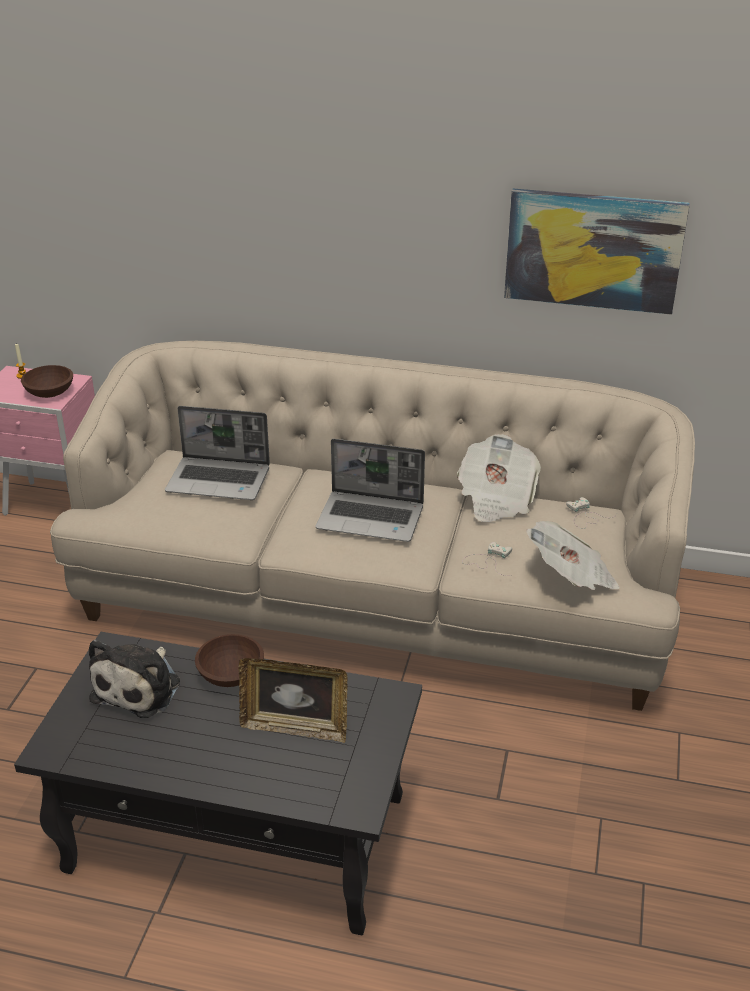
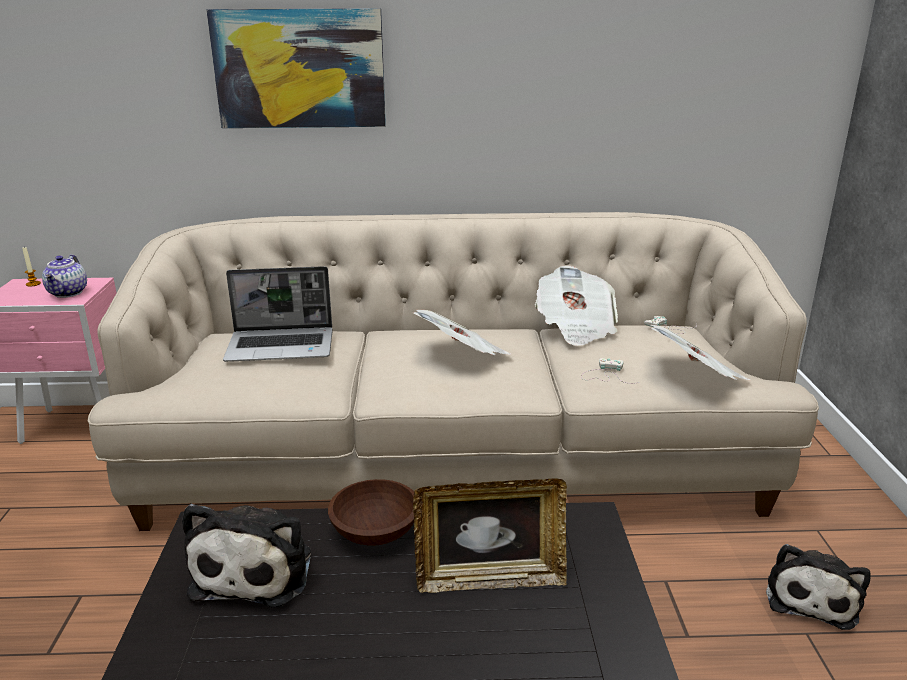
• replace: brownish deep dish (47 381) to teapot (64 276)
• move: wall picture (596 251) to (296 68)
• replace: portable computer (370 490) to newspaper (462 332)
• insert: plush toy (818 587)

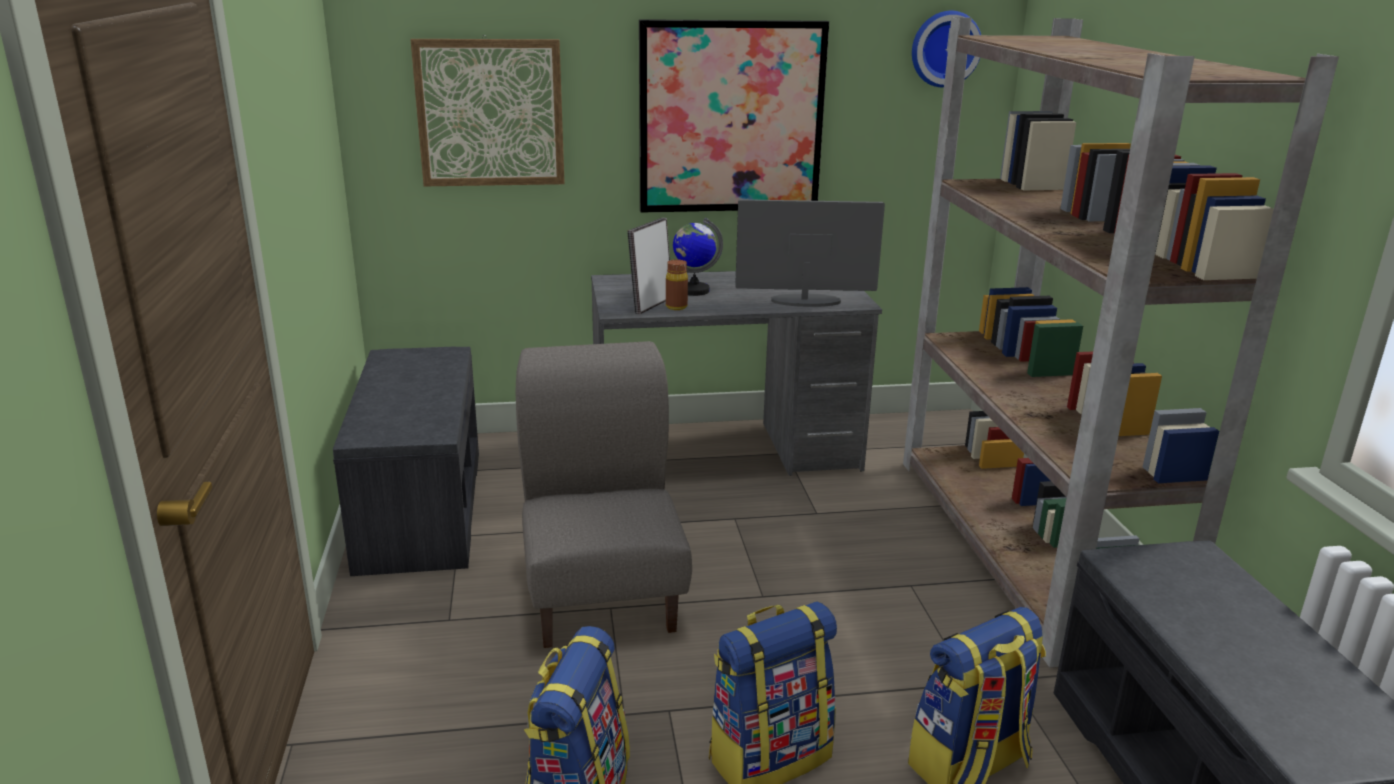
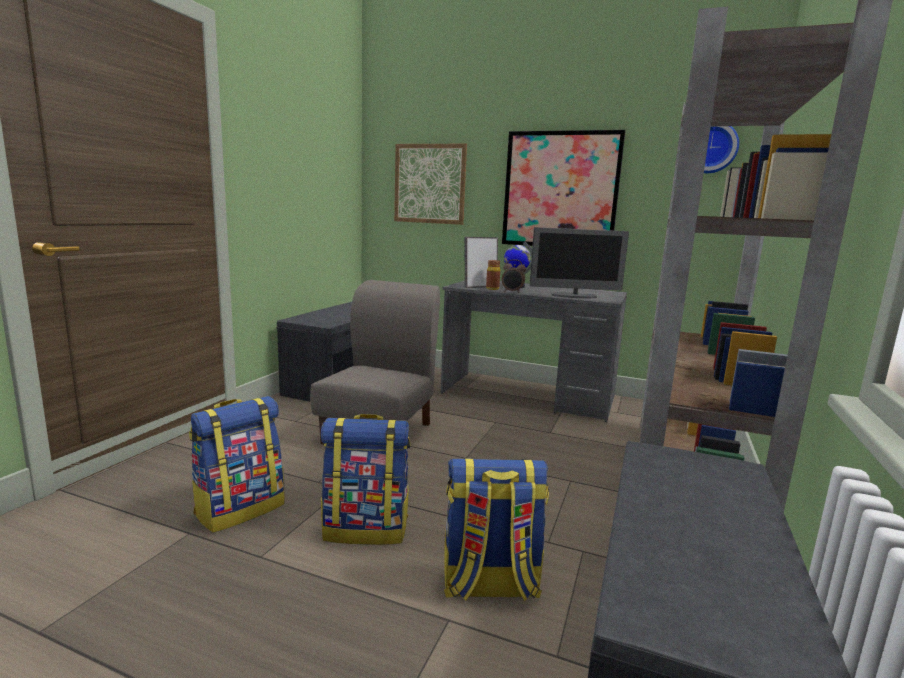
• insert: bedside clock (514 276)
• rotate: monitor (810 253) = (579 262) 150 degrees clockwise

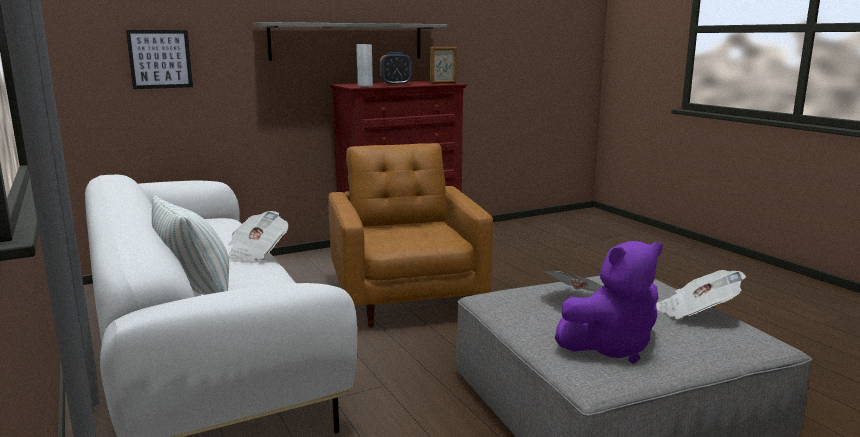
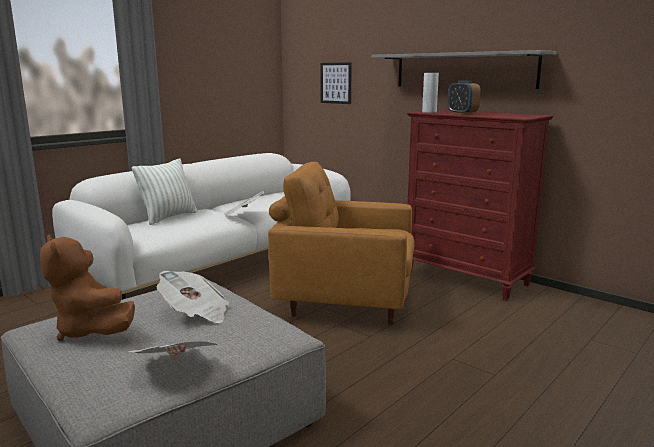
• recolor: purplish plush toy (609 302) to brownish plush toy (87 288)
• rotate: brownish armchair (411 235) = (341 243) 135 degrees counterclockwise
• delete: standing frame (443 65)

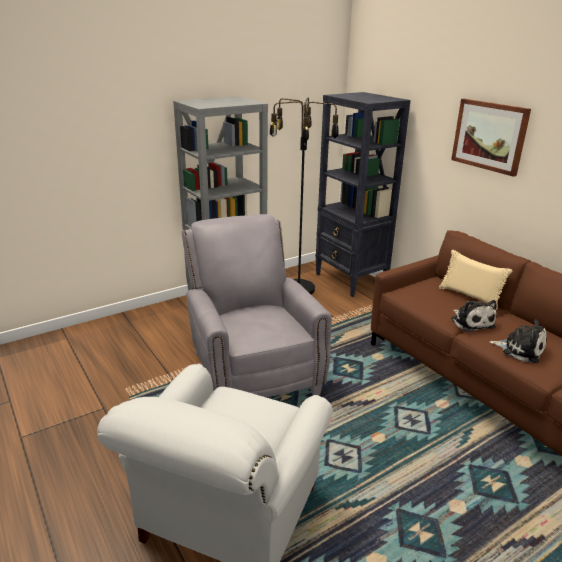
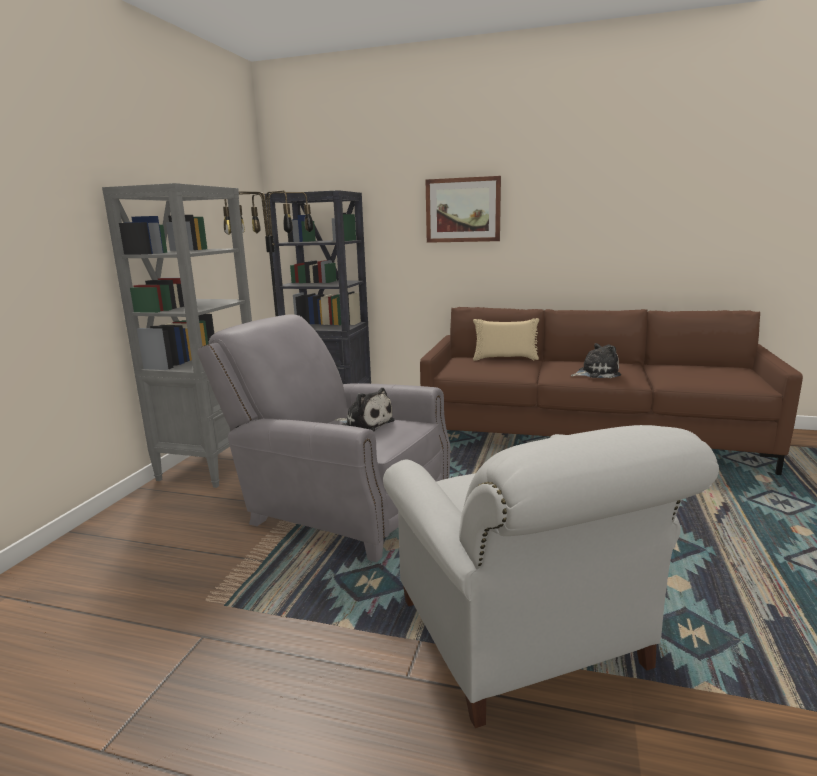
• move: plush toy (474 316) to (365 409)

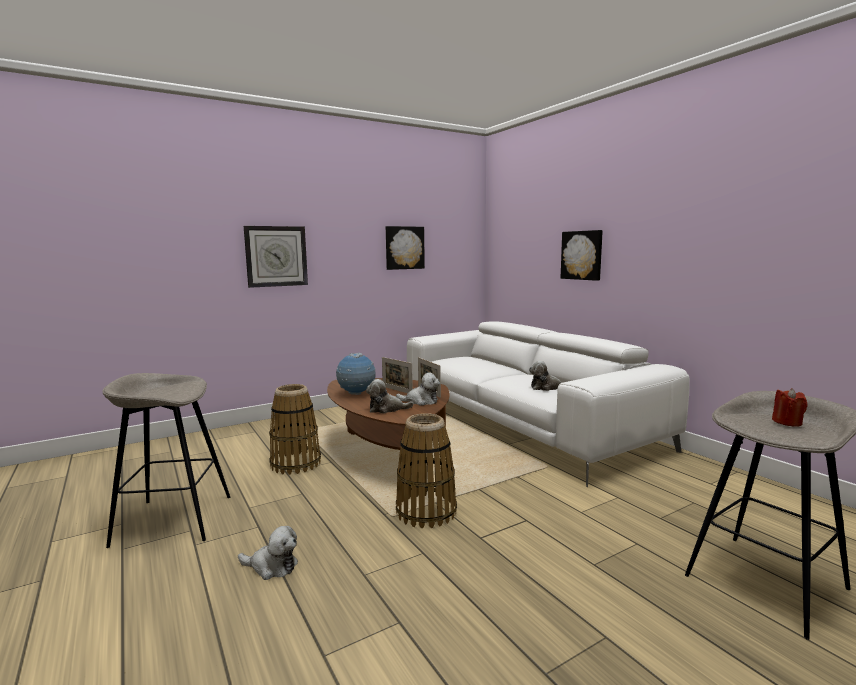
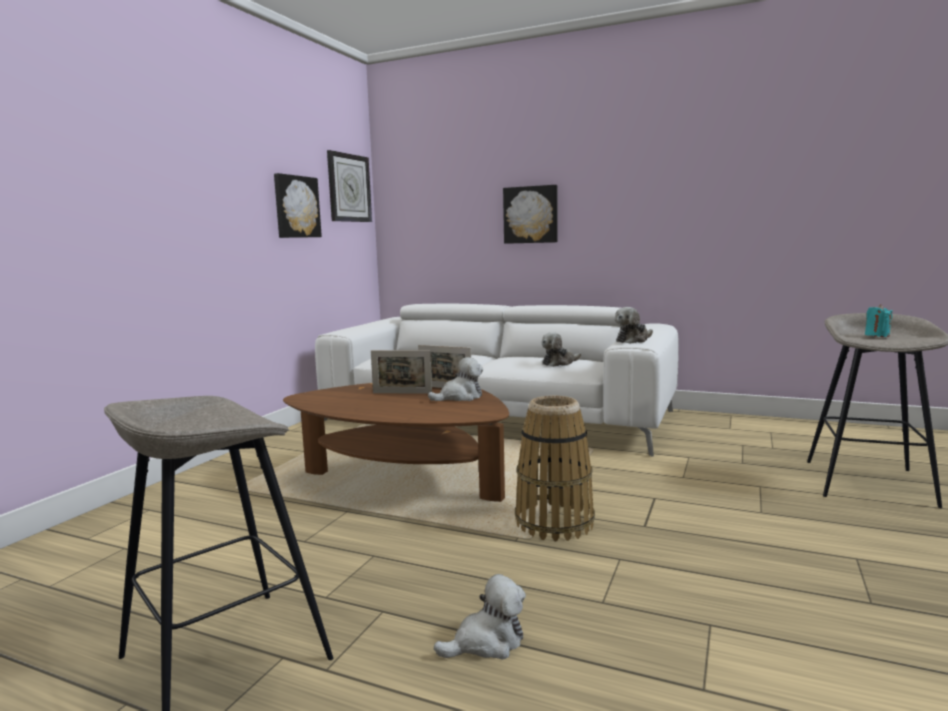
• move: clock on the wall (276 257) to (349 186)
• move: plush toy (390 396) to (634 325)
• recolor: red wax candle (789 407) to turquoise-coloured wax candle (879 320)
• delete: basket (295 429)
• delete: desk globe (356 374)

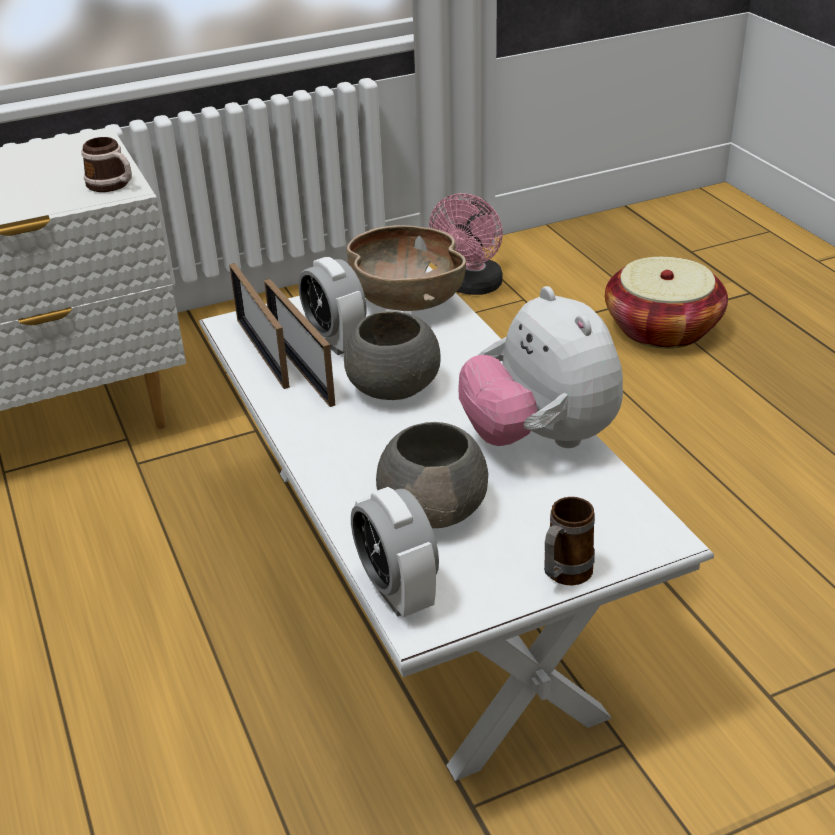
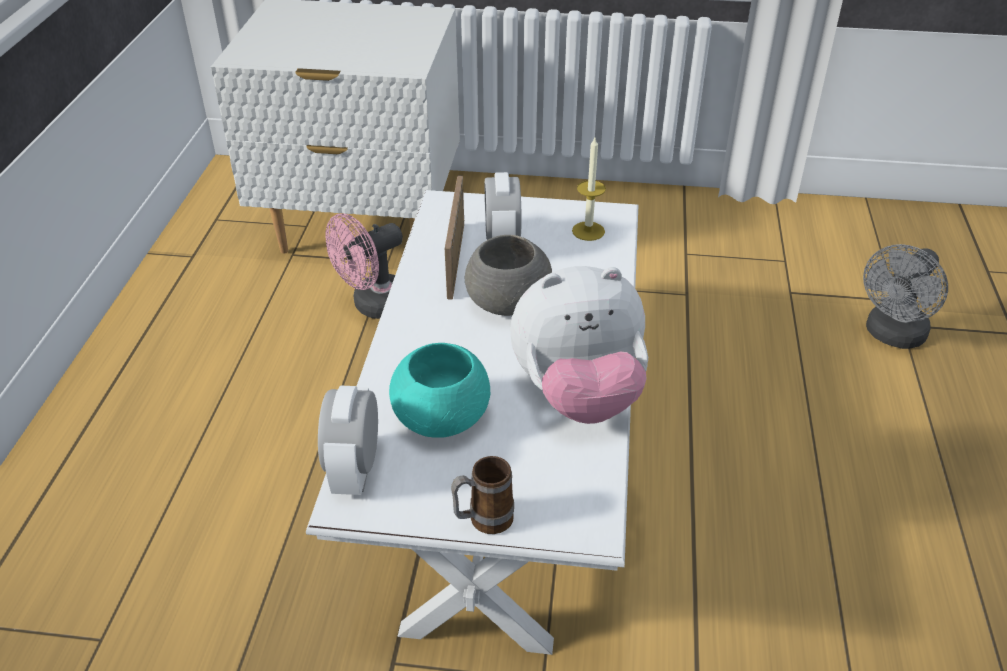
• move: pinkish electric fan (466 244) to (364 266)
• recolor: greyish deep dish (432 475) to turquoise-coloured deep dish (439 390)
• rotate: plush toy (541 367) = (579 345) 105 degrees counterclockwise
• replace: brownish deep dish (406 268) to wax candle (589 189)
• replace: basket (666 303) to greyish electric fan (905 296)
• delete: tea mug (107 164)
• delete: standing frame (259 326)

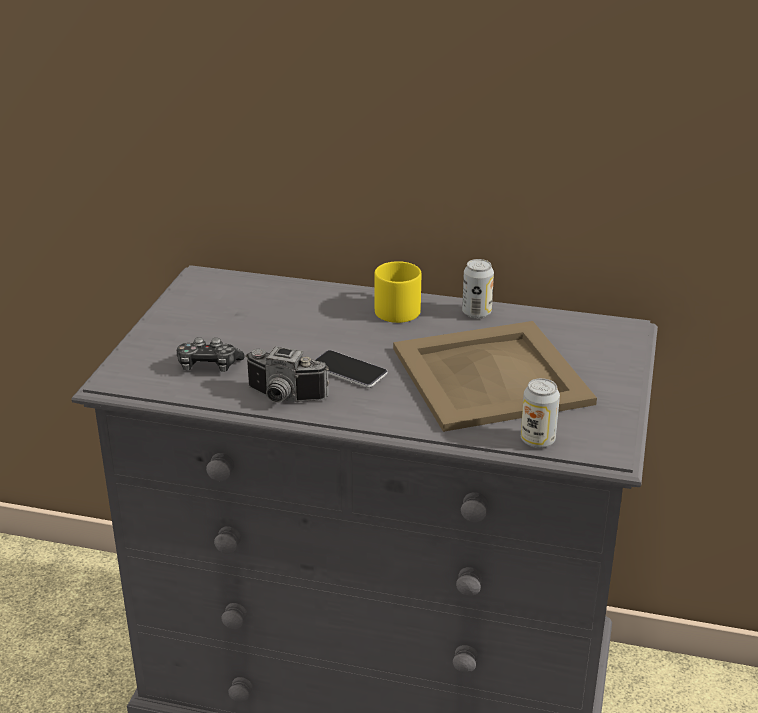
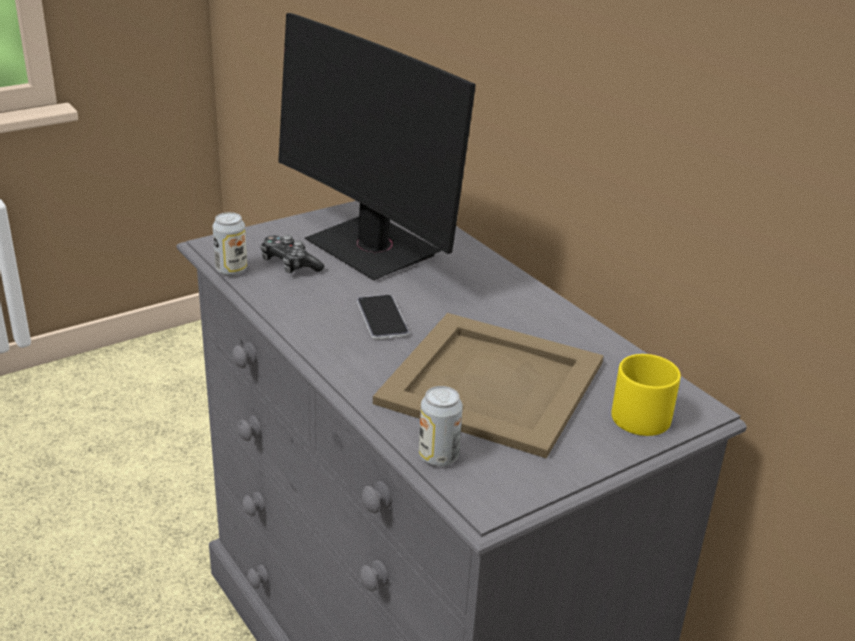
• move: can (478 288) to (230 244)
• insert: monitor (377 146)
• move: yellow tea mug (397 292) to (646 395)
• delete: photo camera (287 374)

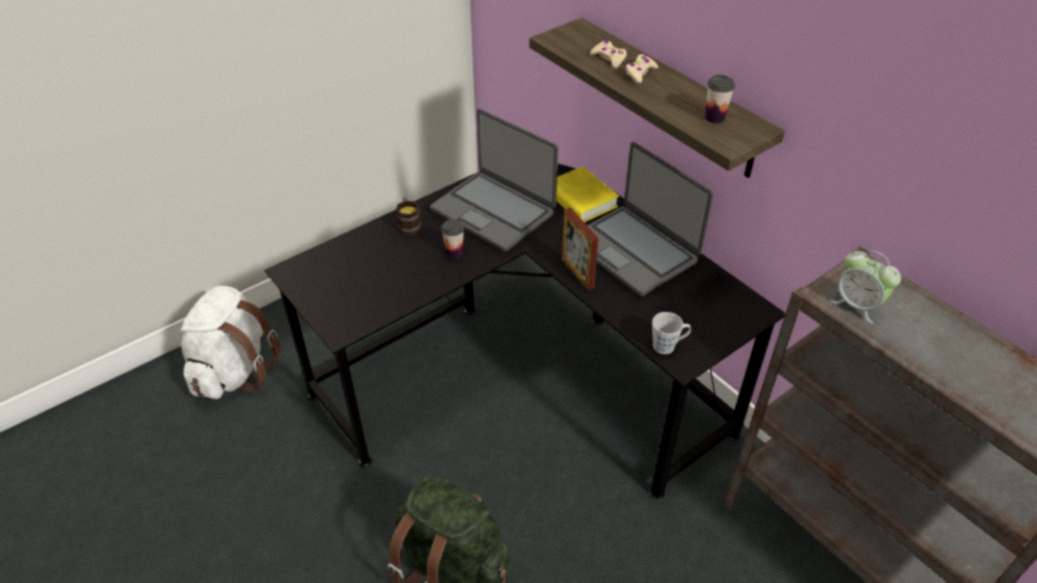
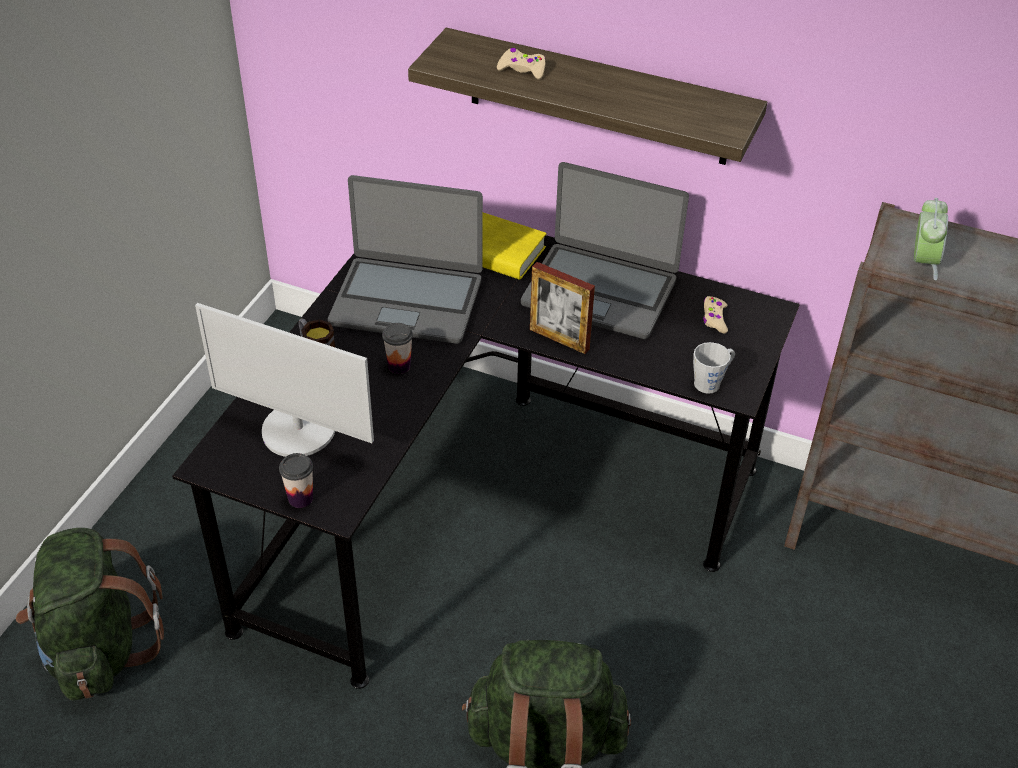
• recolor: whitish knapsack (231 342) to green knapsack (90 614)
• insert: monitor (284 380)
• move: drinking cup (720 99) to (296 480)
• move: sand-coloured game controller (641 68) to (715 314)
• rotate: bedside clock (866 287) = (931 239) 90 degrees counterclockwise

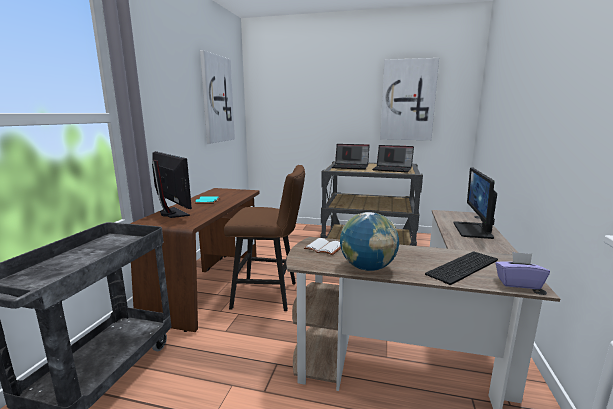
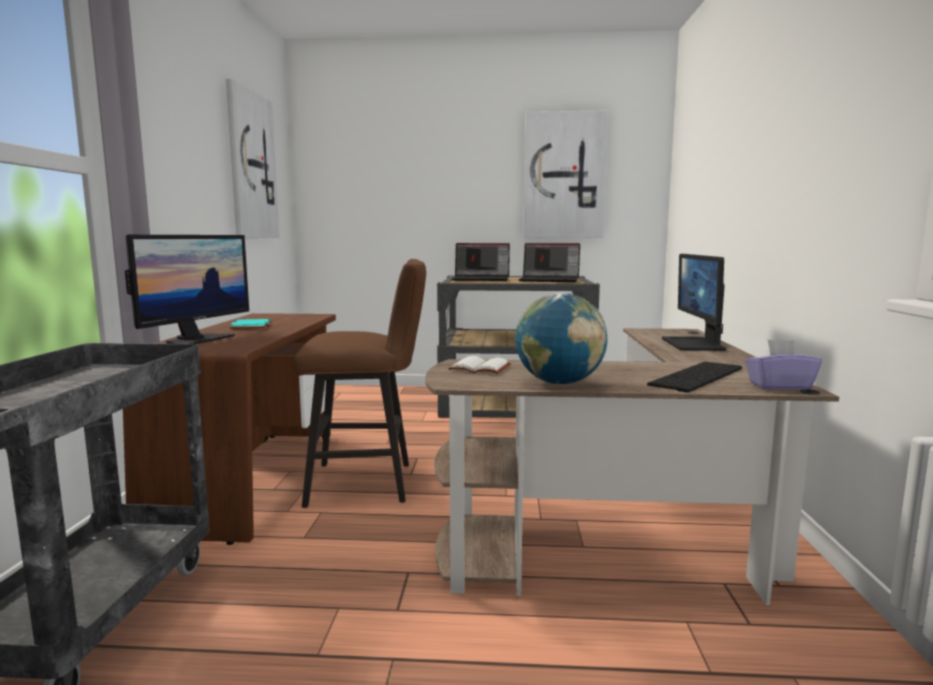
• rotate: monitor (172 184) = (187 289) 75 degrees clockwise

